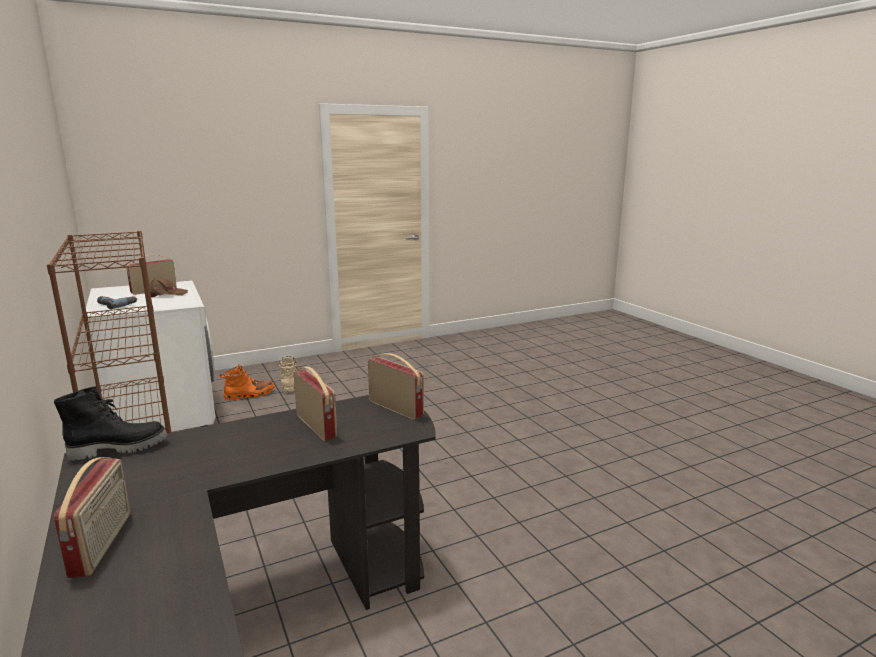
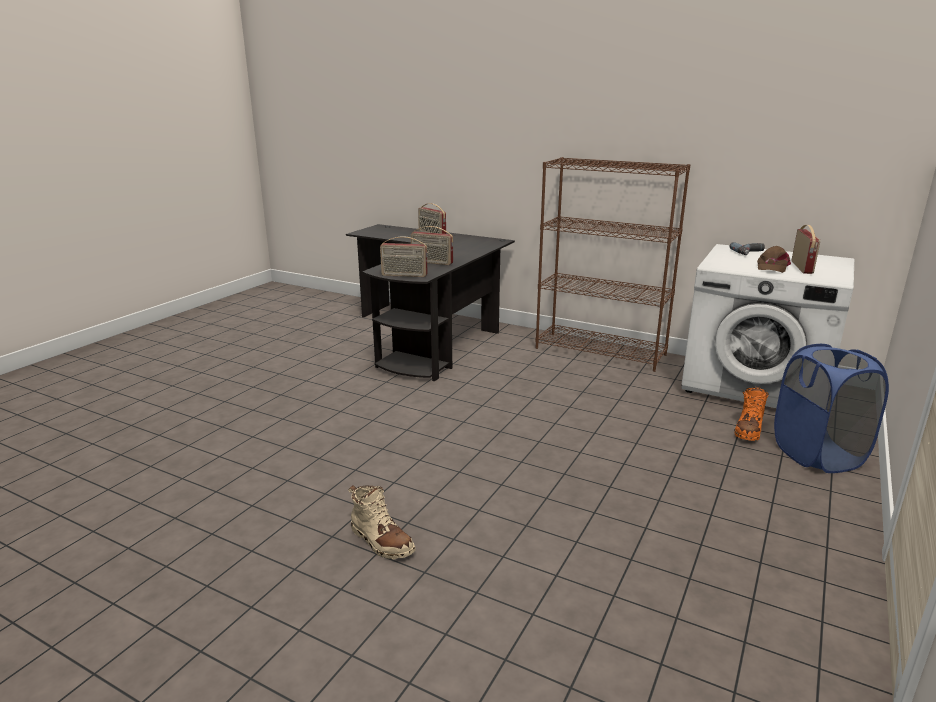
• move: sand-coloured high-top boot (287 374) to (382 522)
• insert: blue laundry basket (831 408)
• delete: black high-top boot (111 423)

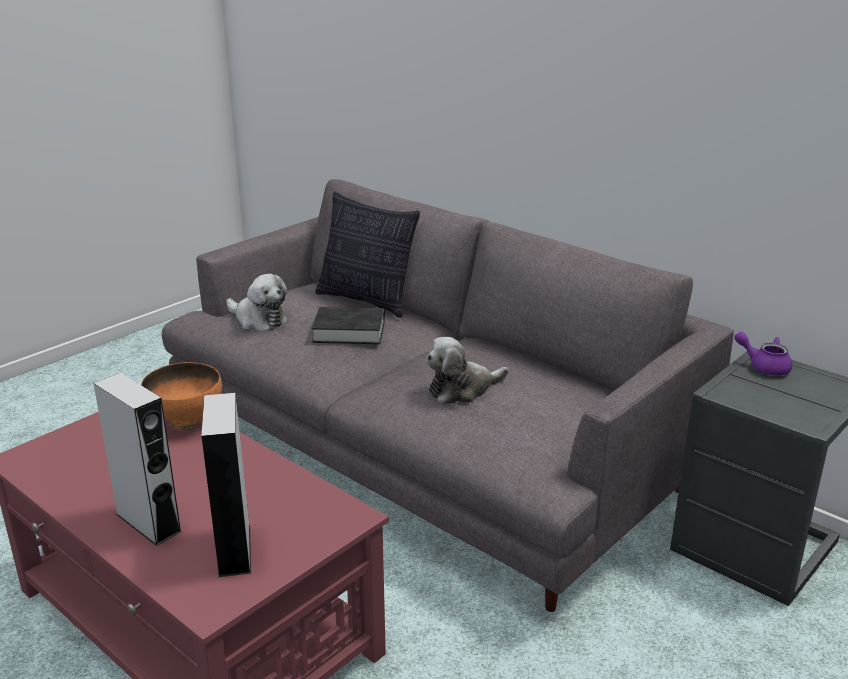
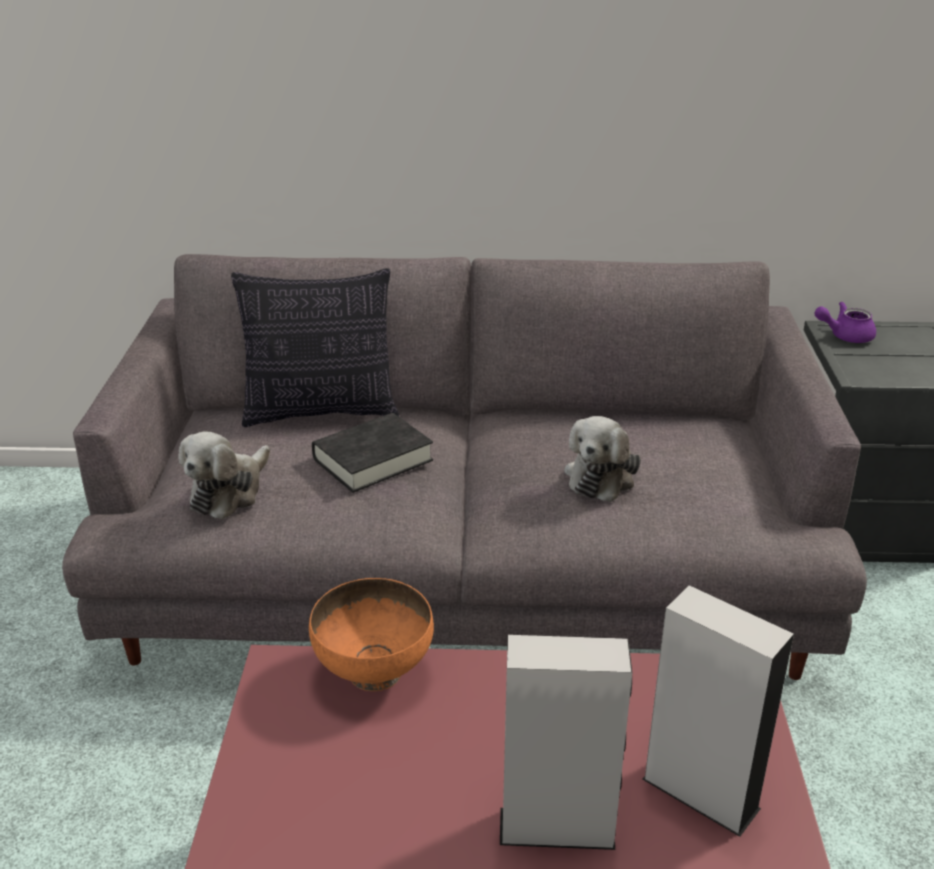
• rotate: plush toy (257 302) = (224 475) 120 degrees clockwise

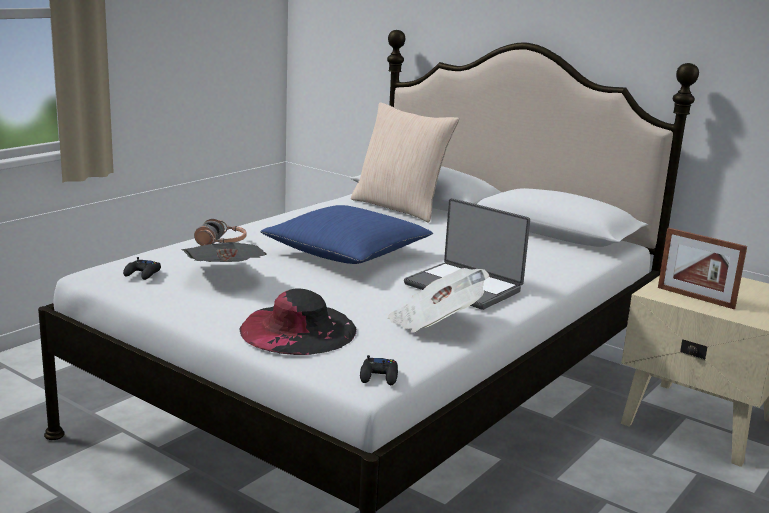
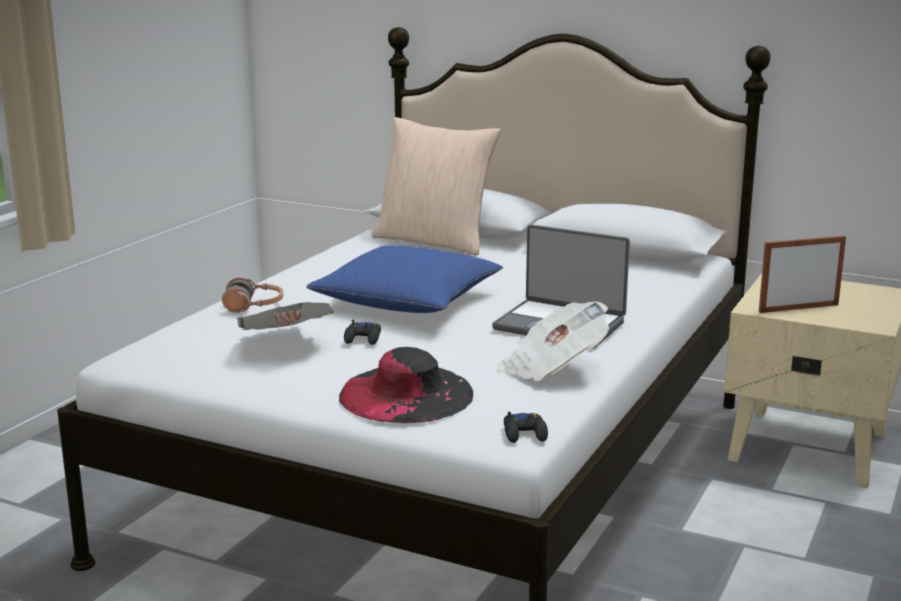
• move: black game controller (142 268) to (362 332)
• rotate: standing frame (702 268) = (802 274) 135 degrees clockwise

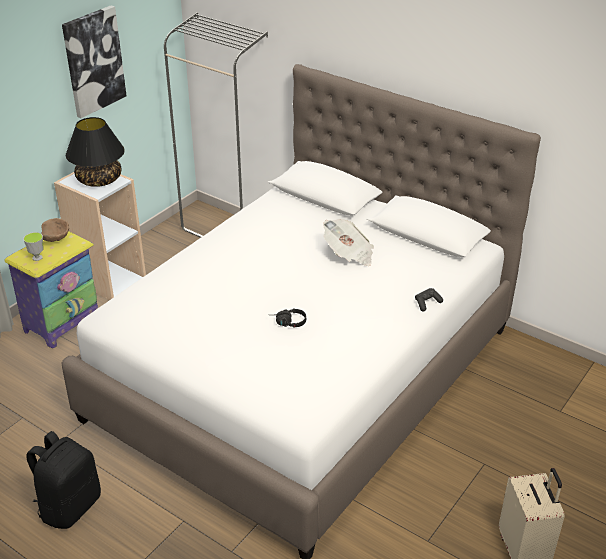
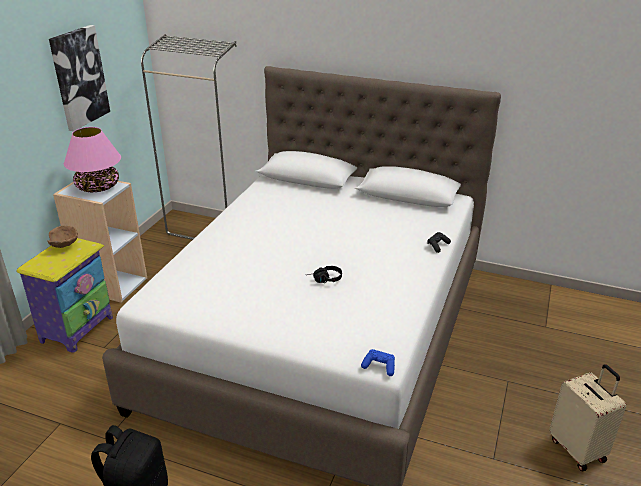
• recolor: black table lamp (95 152) to pinkish table lamp (92 159)
• insert: blue game controller (378 362)
• delete: drinking cup (33 246)
• delete: newspaper (348 242)

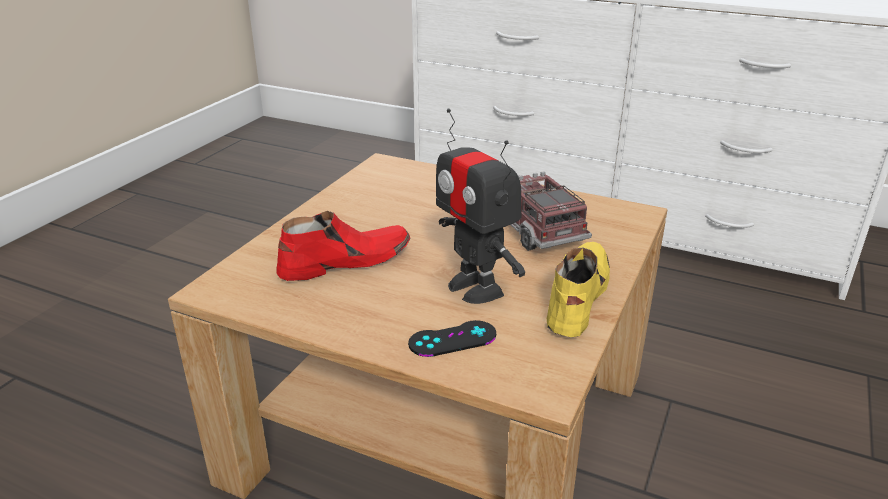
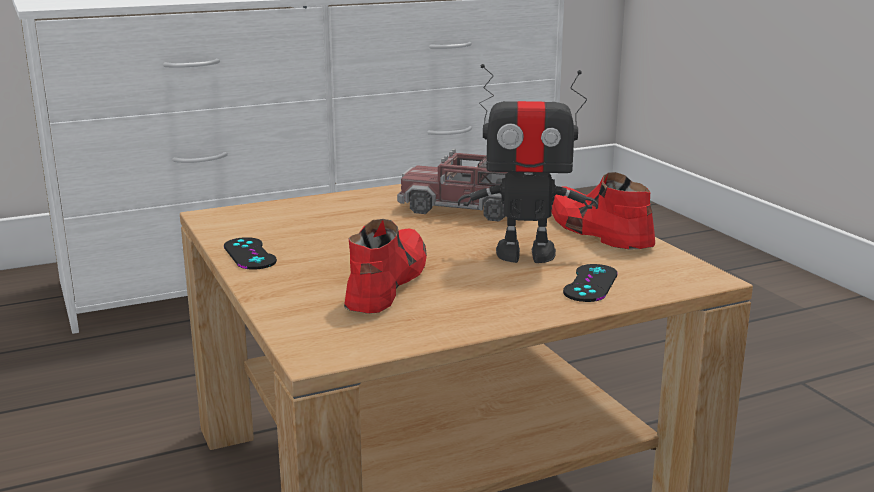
• insert: black game controller (250 253)
• recolor: yellow low shoe (578 289) to red low shoe (603 210)

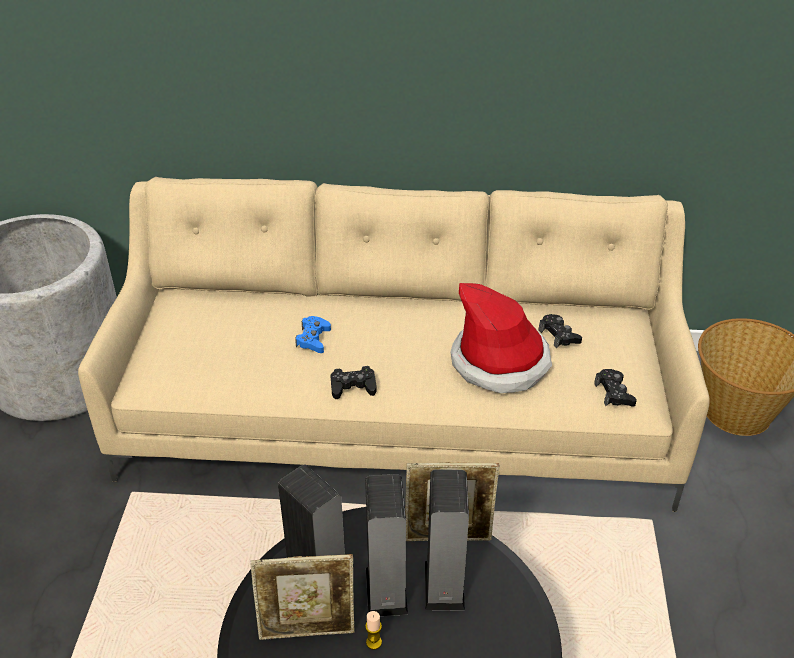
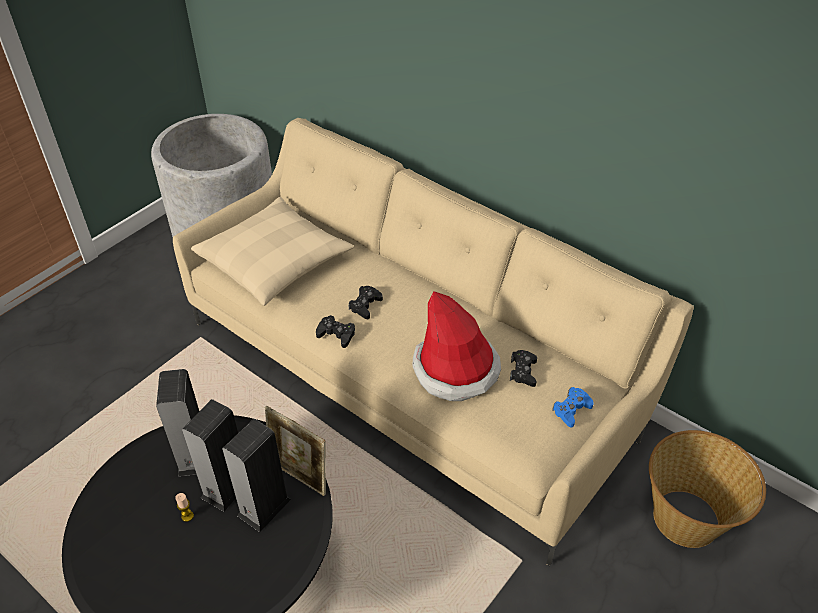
• insert: sand-coloured throw pillow (272 251)
• move: black game controller (615 388) to (366 302)
• move: blue game controller (313 334) to (573 407)
• delete: standing frame (302 597)

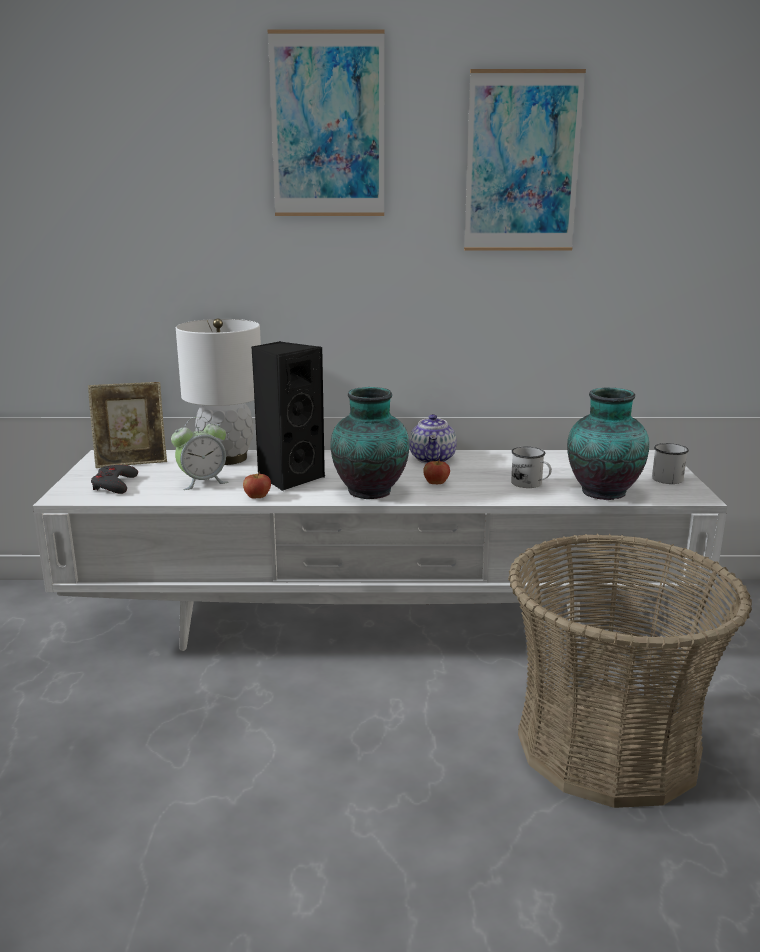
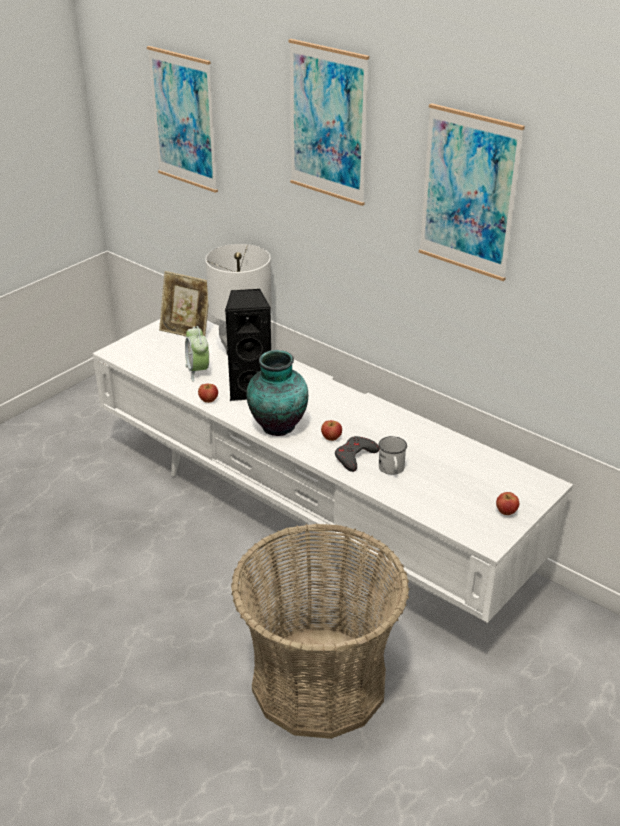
• insert: wall picture (182 119)
• rotate: bedside clock (199 453) = (197 354) 60 degrees clockwise
• move: greyish game controller (114 479) to (357 454)
• replace: whitish tea mug (670 463) to apple (507 503)
• delete: teapot (433 439)
• delete: decorative vase (608 443)

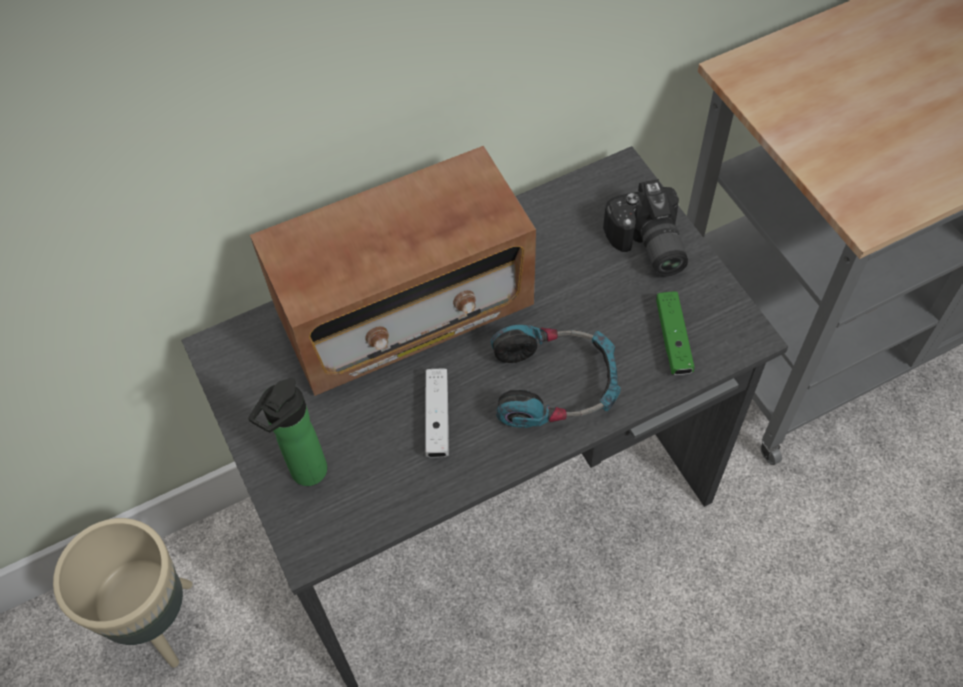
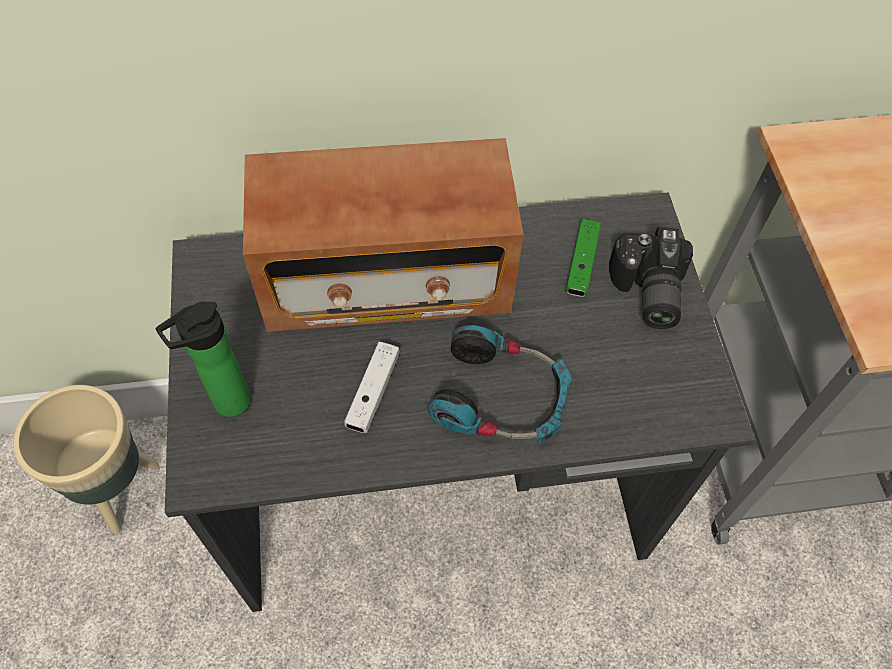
• move: green game controller (675 333) to (583 258)

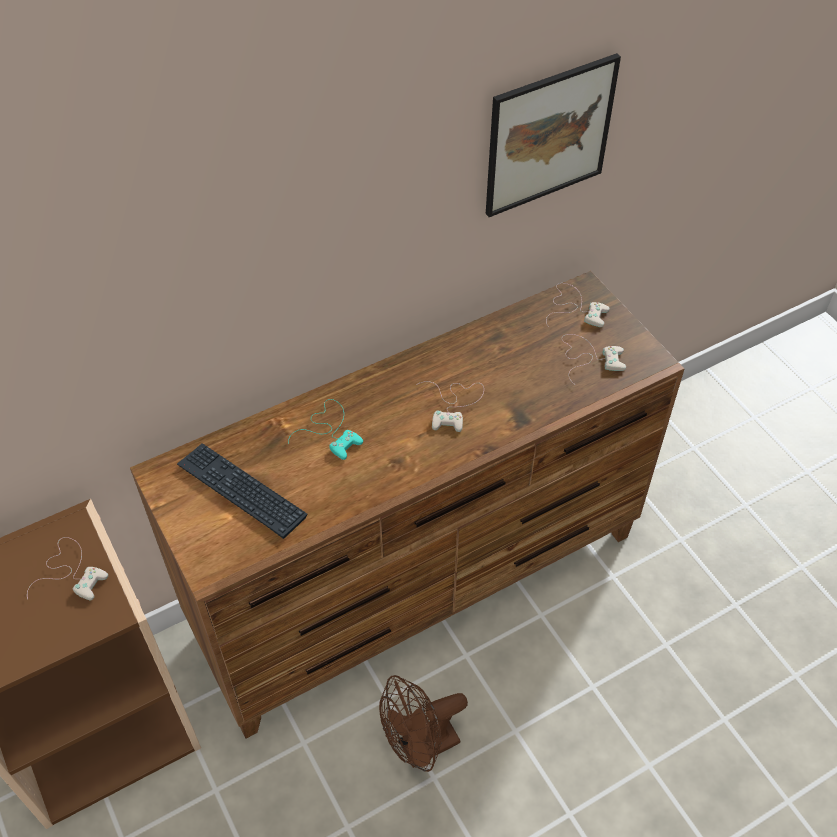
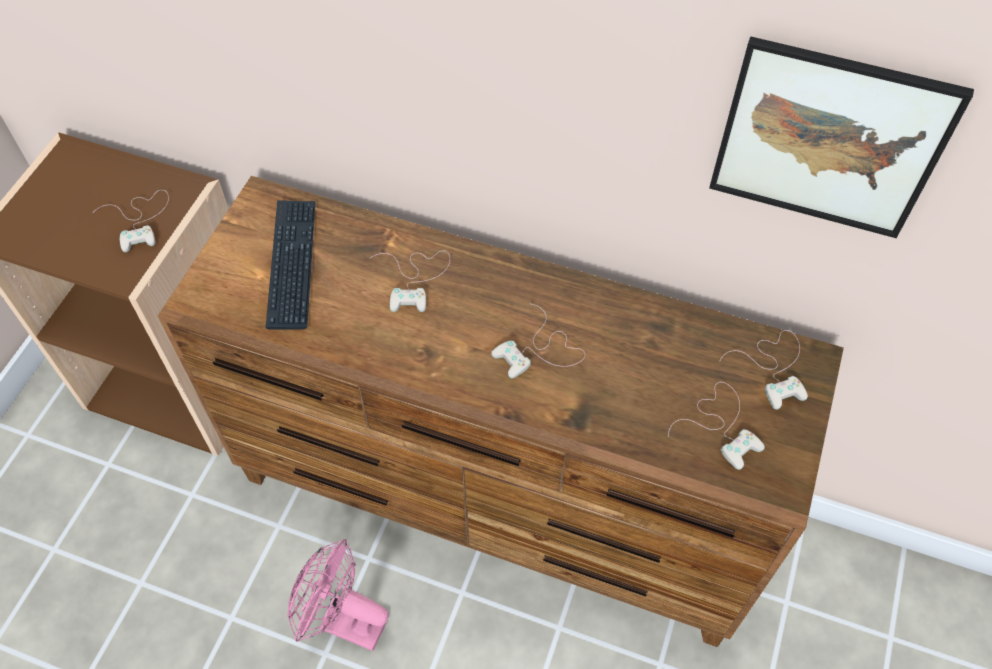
• recolor: brownish electric fan (423 723) to pinkish electric fan (338 595)
• recolor: turquoise-coloured game controller (325 429) to whitish game controller (409 281)

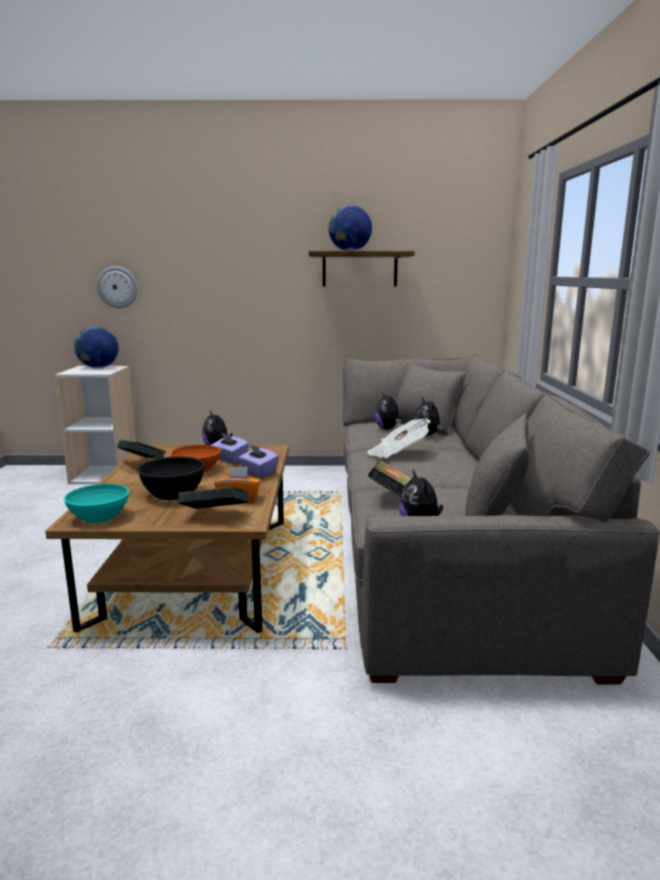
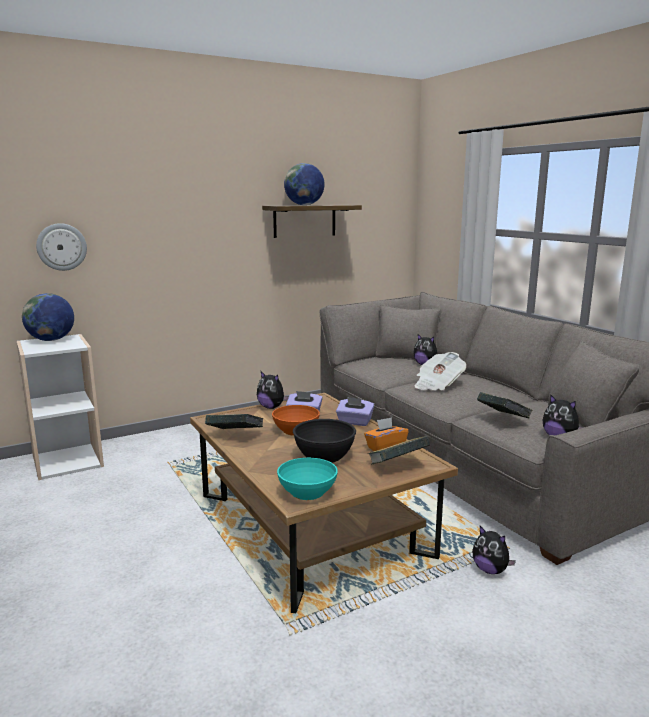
• move: plush toy (388 411) to (494 550)

